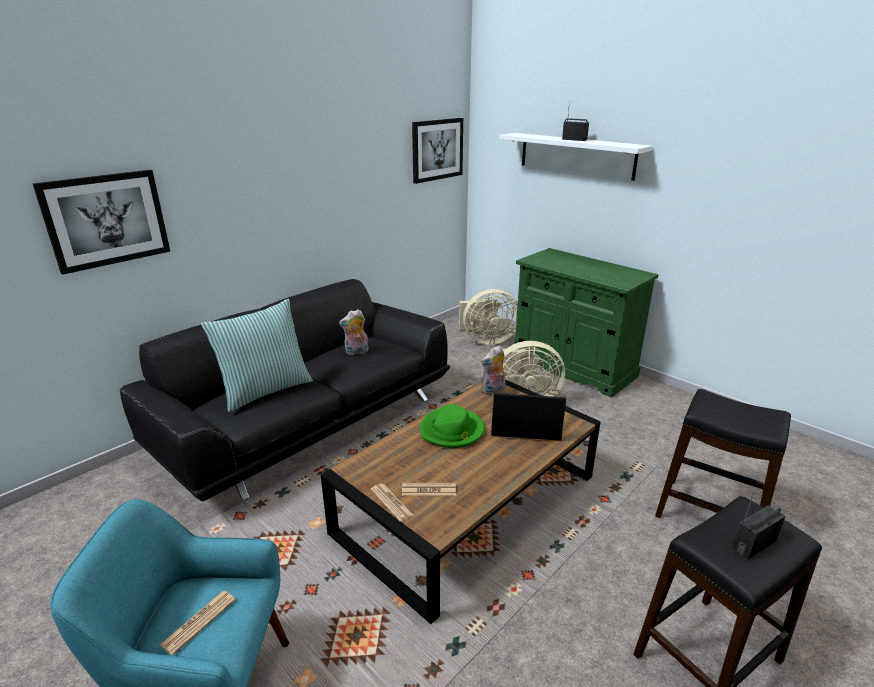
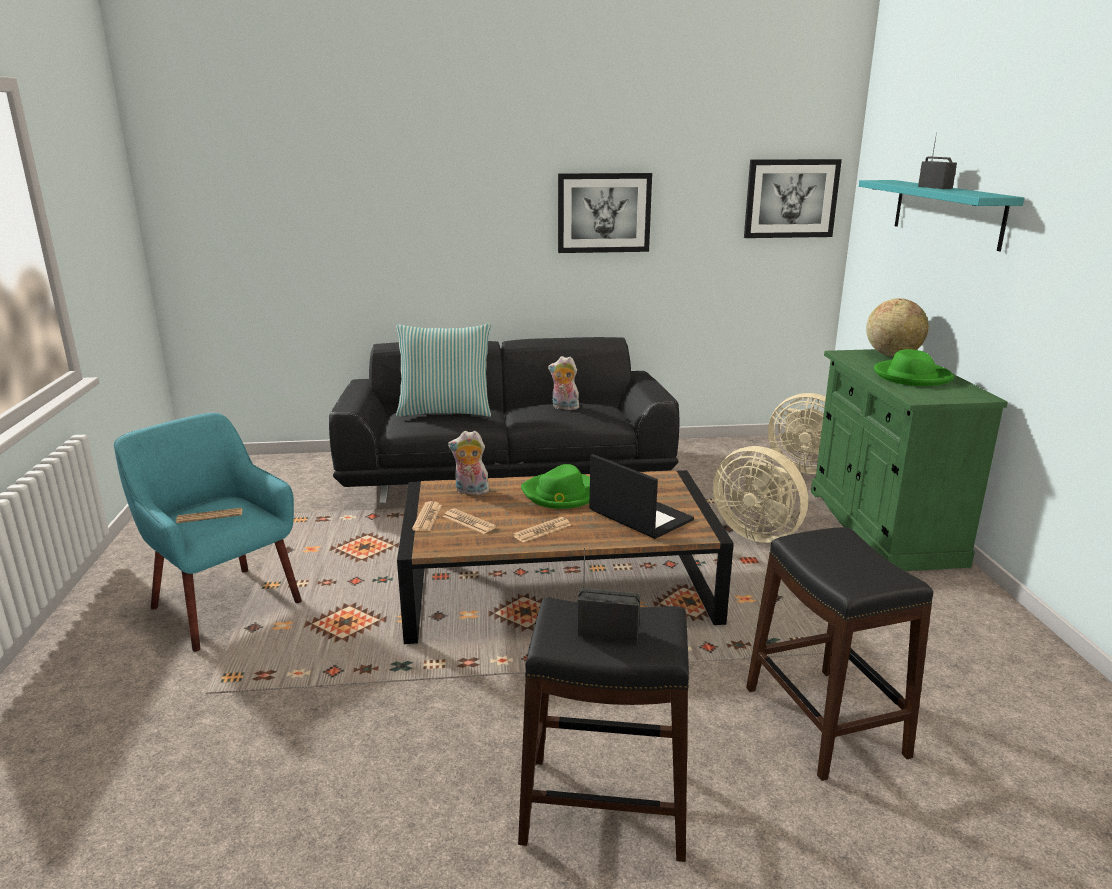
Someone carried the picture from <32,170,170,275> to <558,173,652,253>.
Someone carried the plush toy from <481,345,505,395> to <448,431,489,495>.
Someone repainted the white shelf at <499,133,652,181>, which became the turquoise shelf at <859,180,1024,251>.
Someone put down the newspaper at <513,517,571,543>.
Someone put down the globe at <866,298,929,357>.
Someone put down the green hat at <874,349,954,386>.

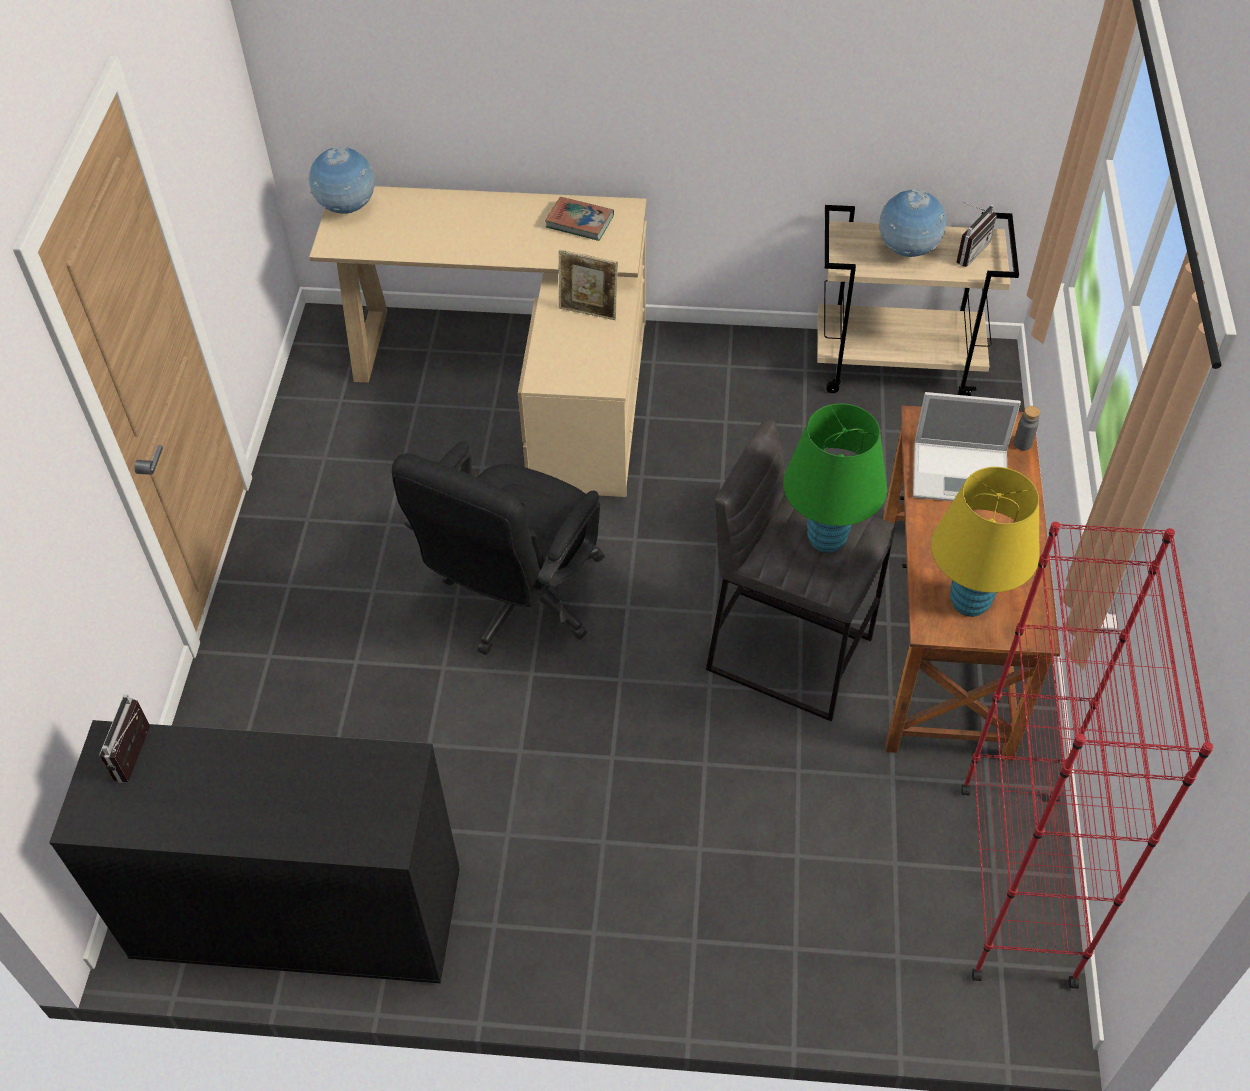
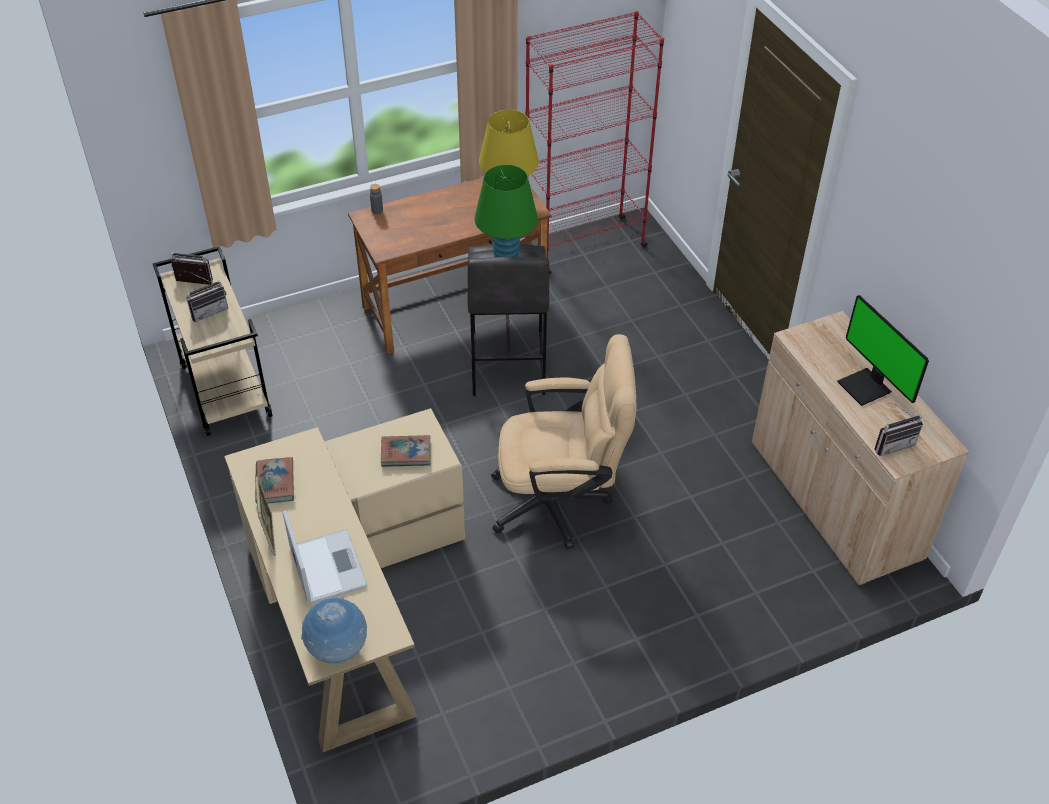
Someone repainted the black cabinet at <49,720,460,984>, which became the beige cabinet at <752,311,969,585>.
Someone repainted the black office chair at <392,441,605,655>, which became the beige office chair at <491,334,637,549>.
Someone carried the picture frame from <559,250,618,320> to <255,476,276,556>.
Someone swapped the globe at <879,189,946,257> for the radio at <186,273,228,322>.
Someone carried the laptop from <913,392,1021,501> to <282,510,367,604>.
Someone put down the book at <381,435,431,467>.
Someone put down the monitor at <838,295,929,406>.

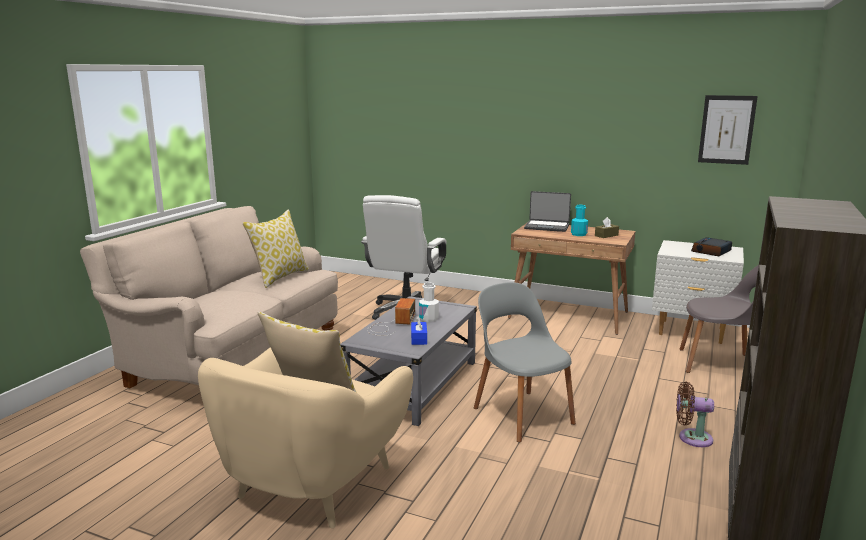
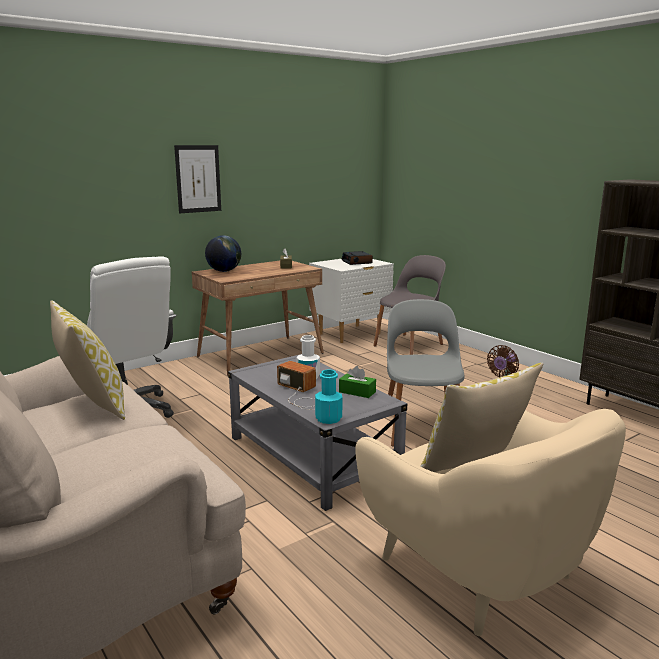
Someone repainted the blue tissue box at <411,316,427,345>, which became the green tissue box at <339,366,376,398>.
Someone rotated the grey chair at <474,282,576,443> by 90 degrees clockwise.
Someone swapped the laptop at <524,191,571,232> for the globe at <205,235,241,272>.
Someone carried the turquoise bottle from <571,205,588,236> to <315,369,342,424>.
Someone carried the picture from <698,95,758,165> to <174,145,221,213>.

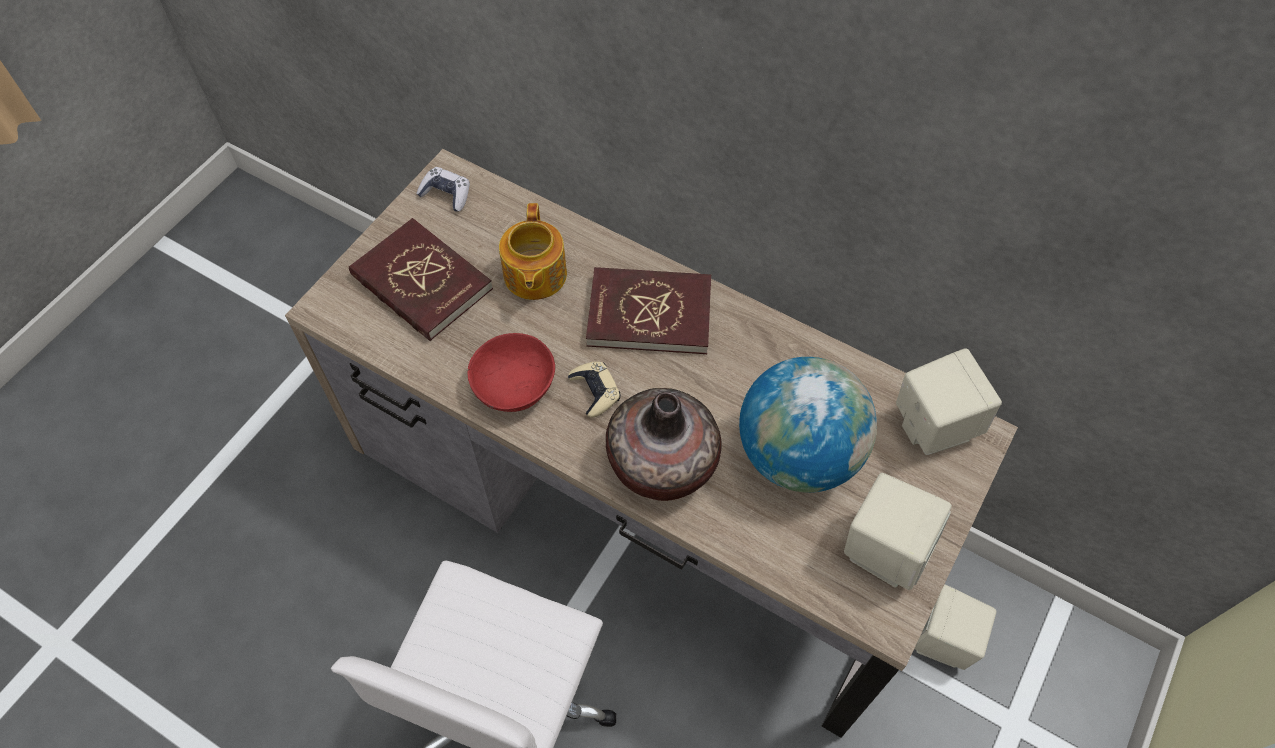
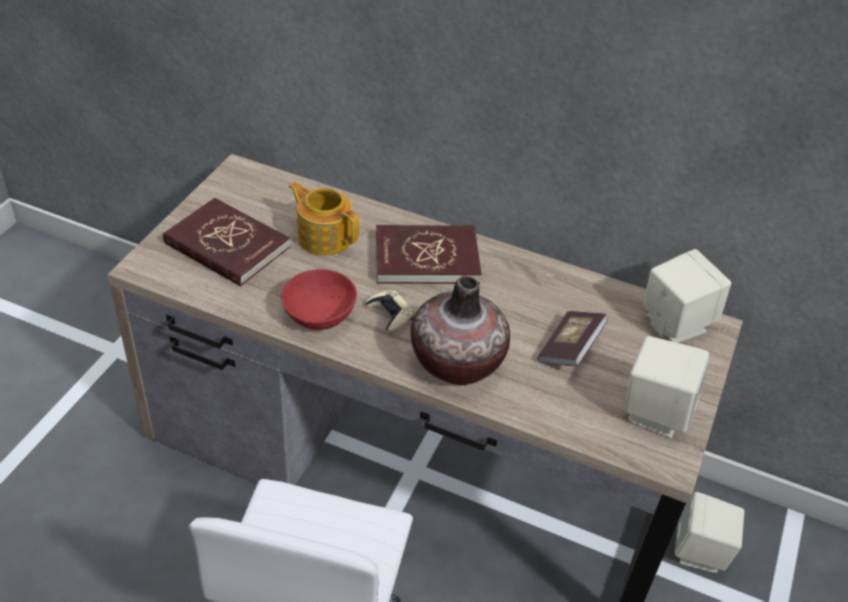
Someone took away the game controller at <416,167,470,212>.
Someone rotated the teapot at <499,203,567,300> by 135 degrees clockwise.
Someone swapped the globe at <739,357,877,493> for the book at <537,311,608,366>.

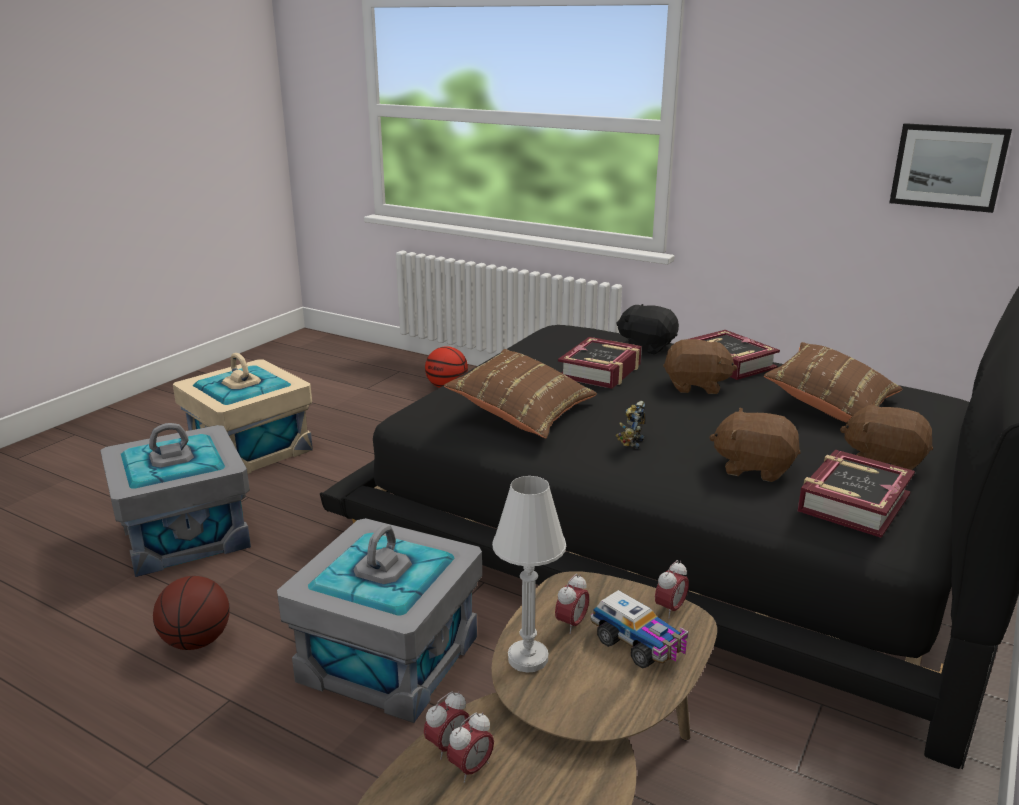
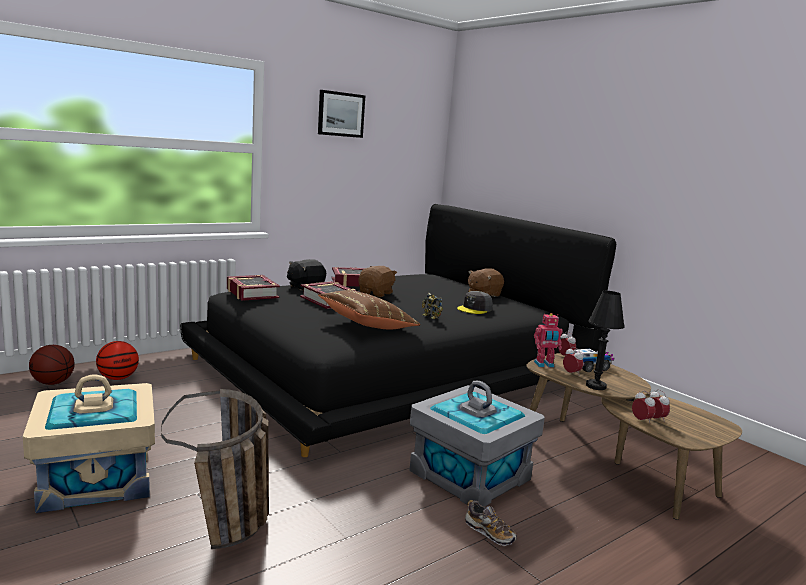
Someone swapped the grey storage box at <100,423,251,577> for the basket at <161,389,269,549>.
Someone carried the basketball from <153,576,230,650> to <29,345,75,385>.
Someone repainted the white table lamp at <492,476,566,673>, which became the black table lamp at <586,291,625,390>.
Someone swapped the brown plush toy at <709,407,801,482> for the grey cap at <457,291,493,314>.
Someone took away the brown pillow at <764,342,903,423>.
Someone carried the book from <798,450,915,538> to <227,275,280,301>.
Someone carried the picture from <889,123,1012,213> to <318,90,365,138>.
Someone put down the shoe at <465,500,517,546>.
Someone put down the toy robot at <534,313,563,368>.

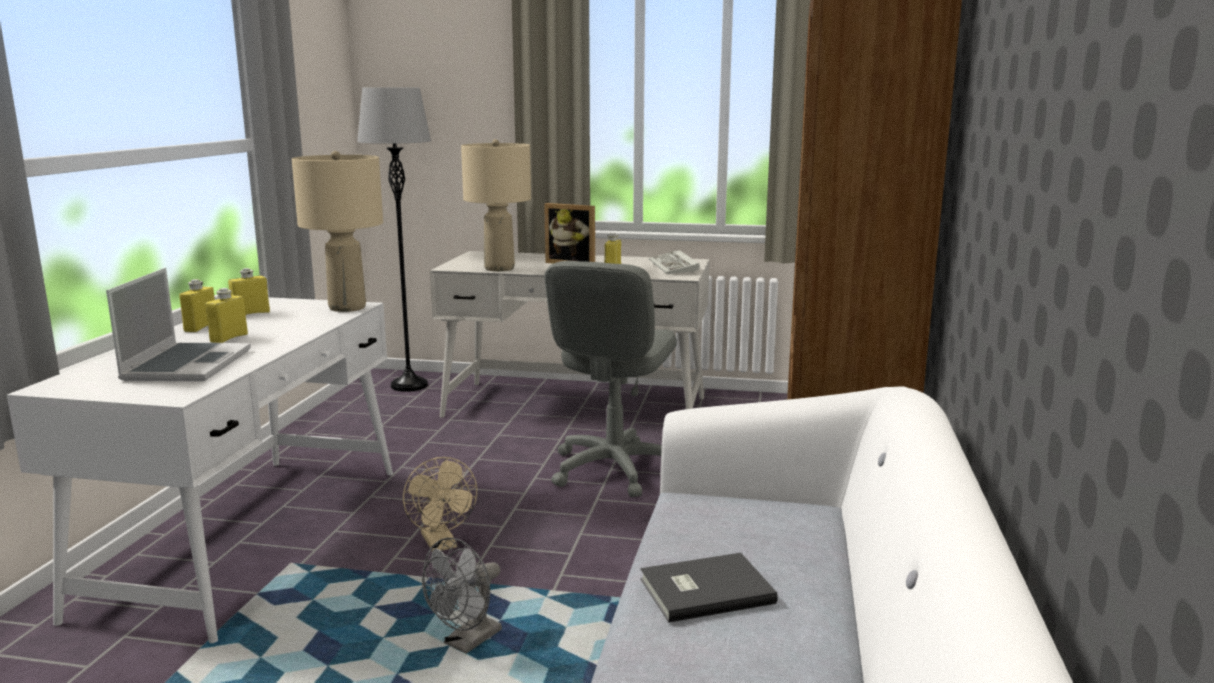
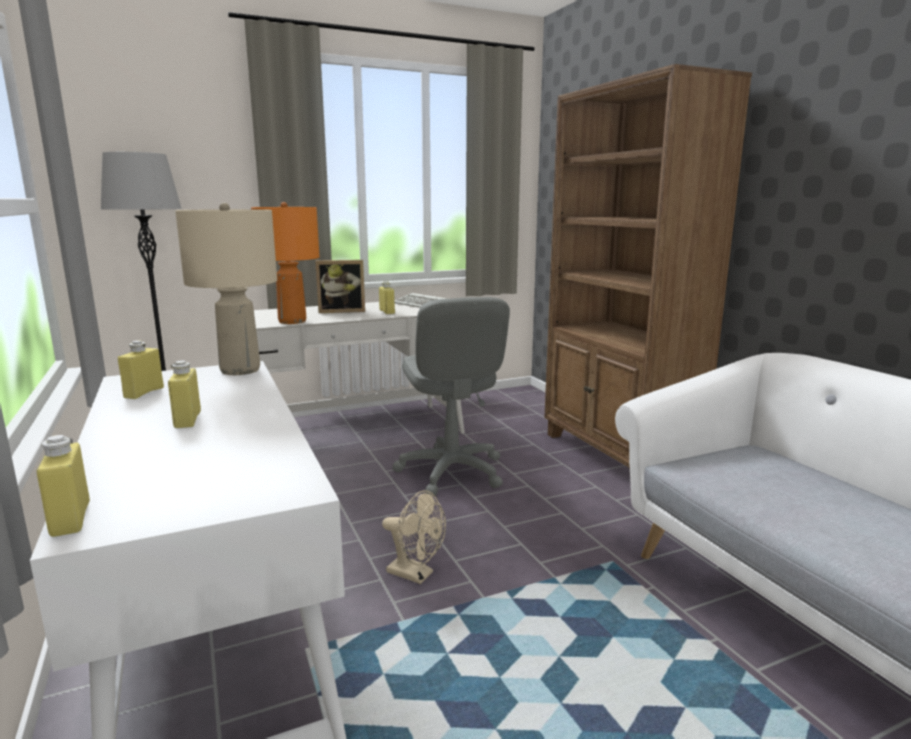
Someone took away the laptop at <106,268,251,381>.
Someone carried the yellow bottle from <179,279,215,332> to <37,435,90,537>.
Someone took away the grey fan at <422,538,502,654>.
Someone repainted the beige table lamp at <461,139,531,271>, which became the orange table lamp at <251,202,320,324>.
Someone took away the grey book at <640,553,778,623>.

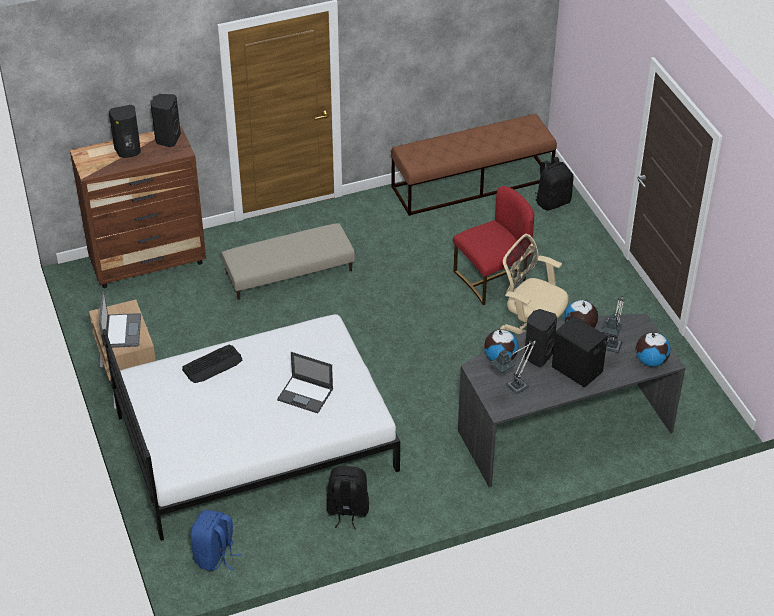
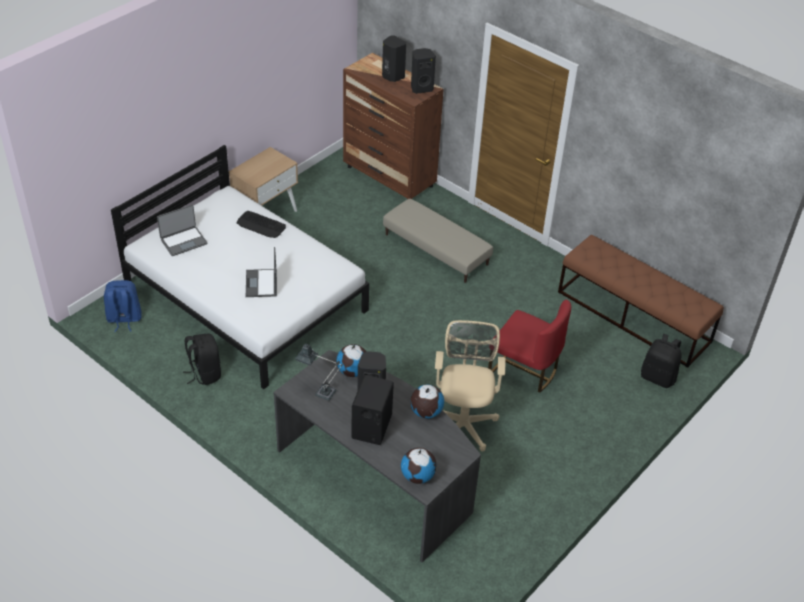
Someone carried the laptop from <99,291,141,348> to <157,204,208,256>.
Someone took away the table lamp at <601,296,624,353>.

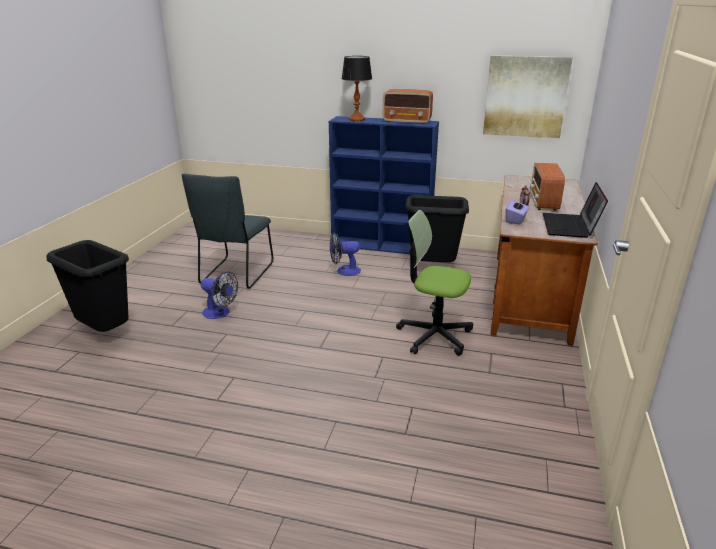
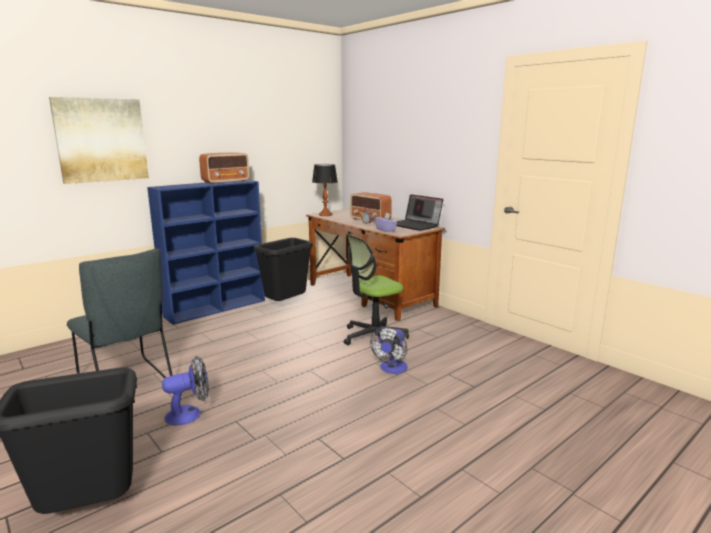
Someone carried the fan from <330,232,361,276> to <370,327,408,374>.
Someone carried the table lamp from <342,56,372,121> to <312,164,338,216>.
Someone carried the picture from <483,55,573,138> to <49,97,149,184>.

